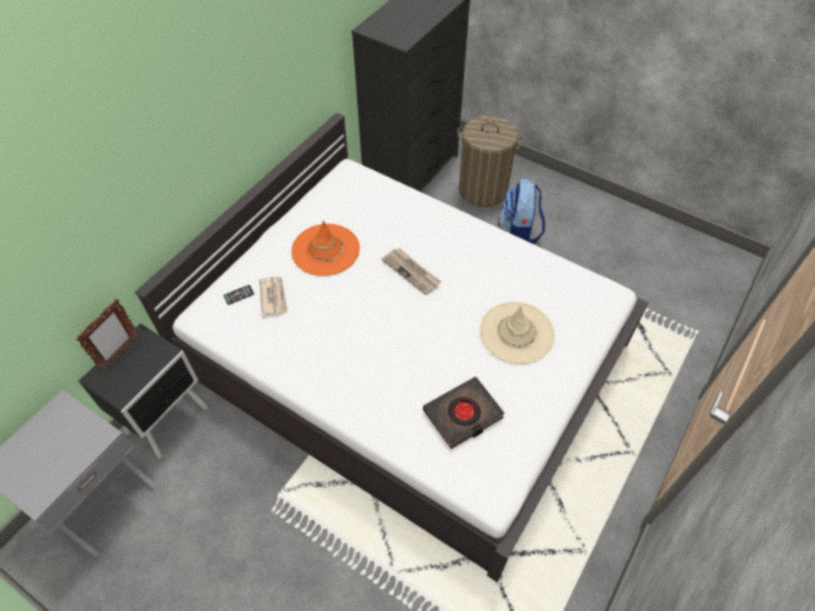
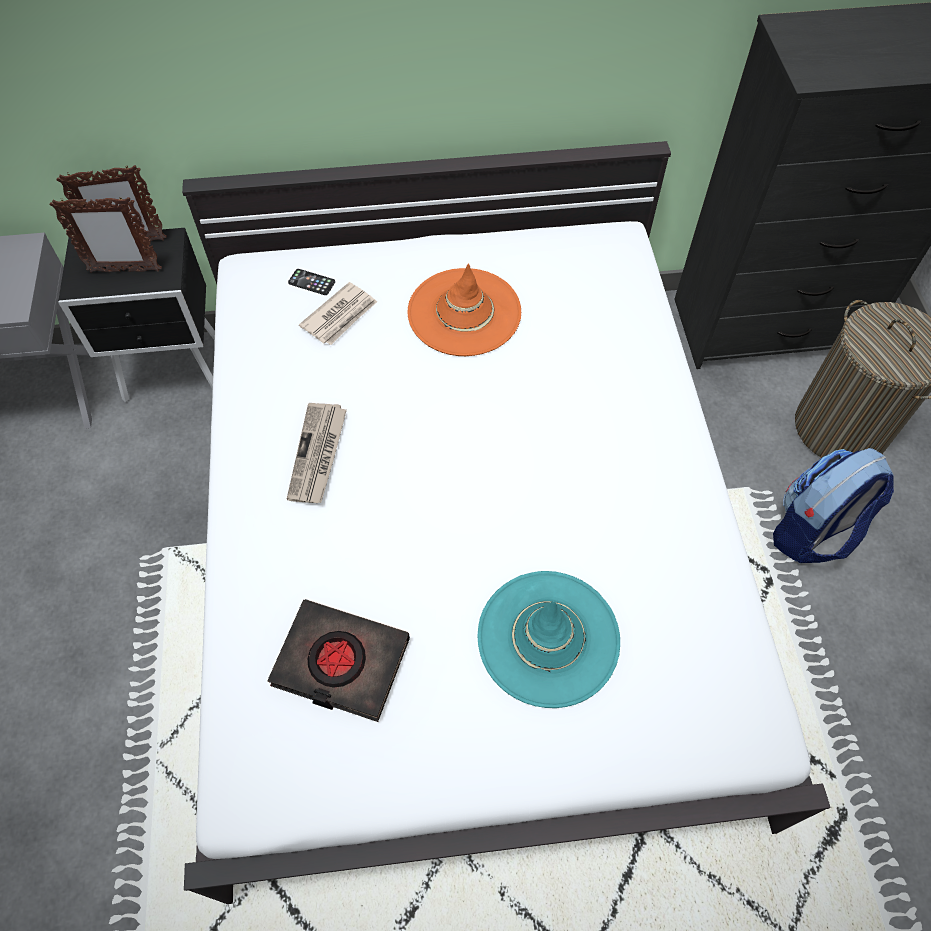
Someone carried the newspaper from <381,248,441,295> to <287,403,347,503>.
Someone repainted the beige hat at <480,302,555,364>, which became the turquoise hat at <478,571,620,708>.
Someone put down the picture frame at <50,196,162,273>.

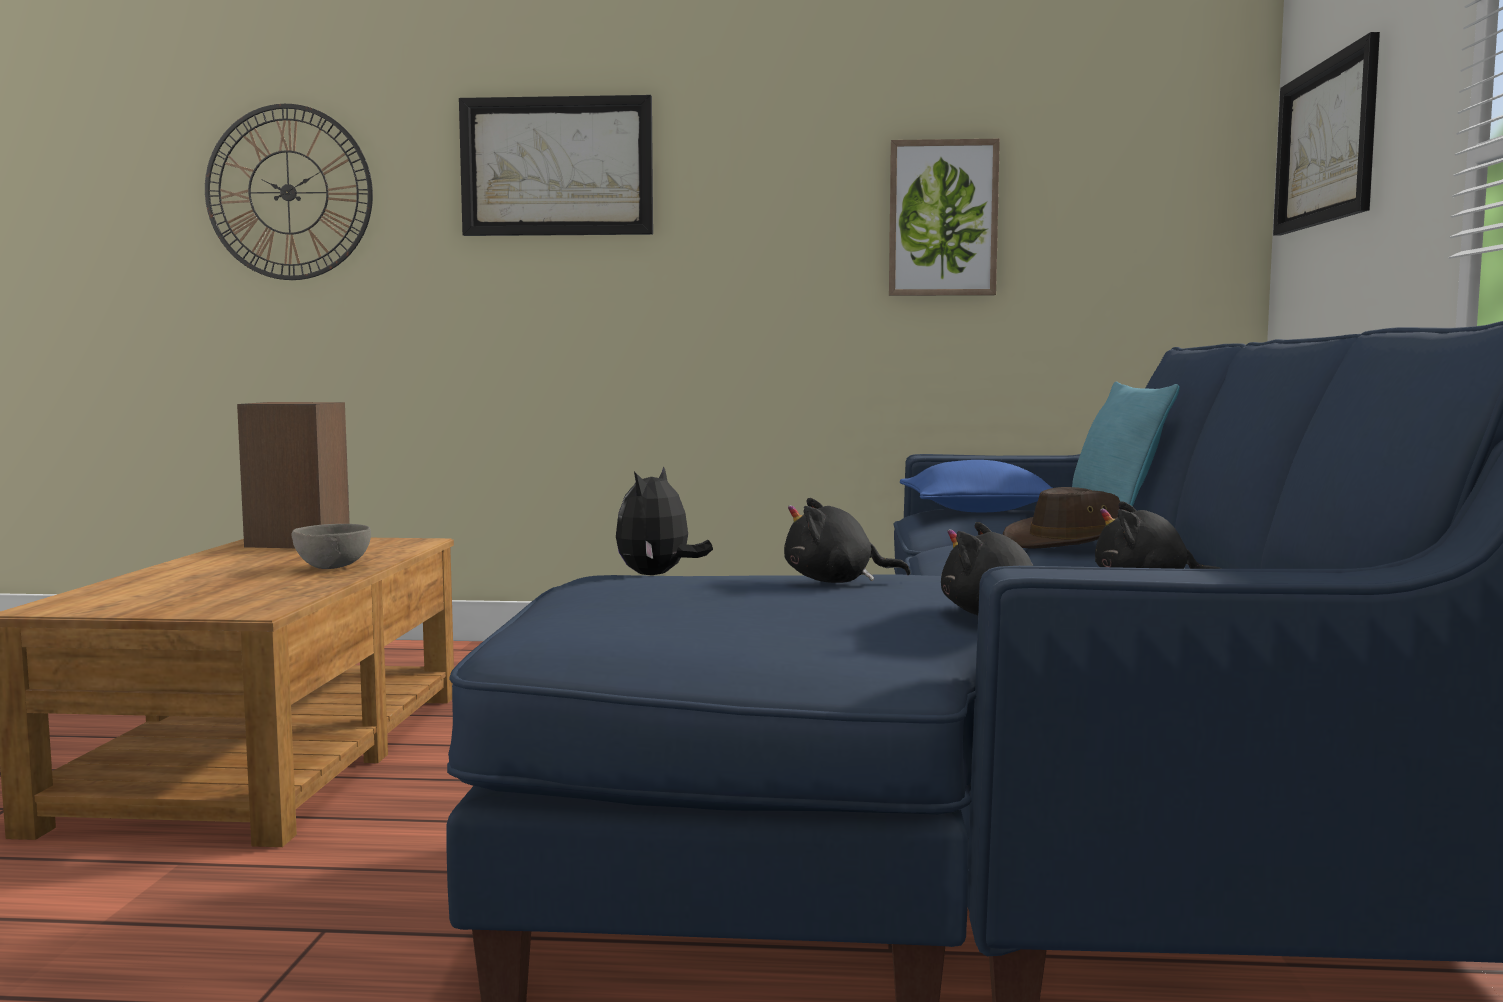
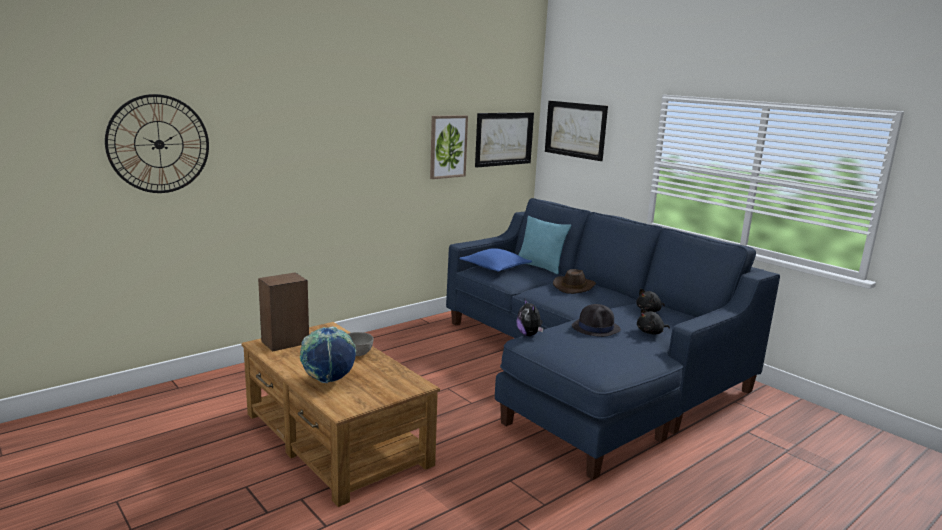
Someone carried the picture from <459,95,653,236> to <475,112,534,167>.
Someone swapped the black plush toy at <784,498,910,583> for the black hat at <572,304,621,337>.
Someone put down the globe at <300,326,356,383>.

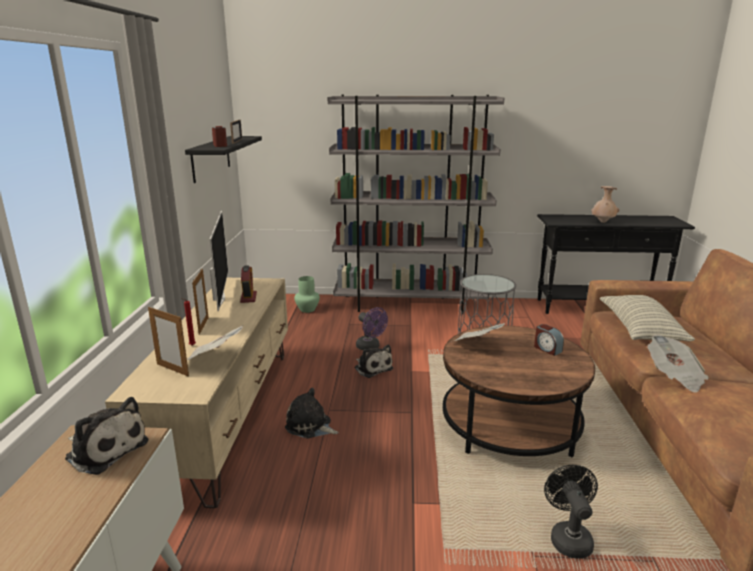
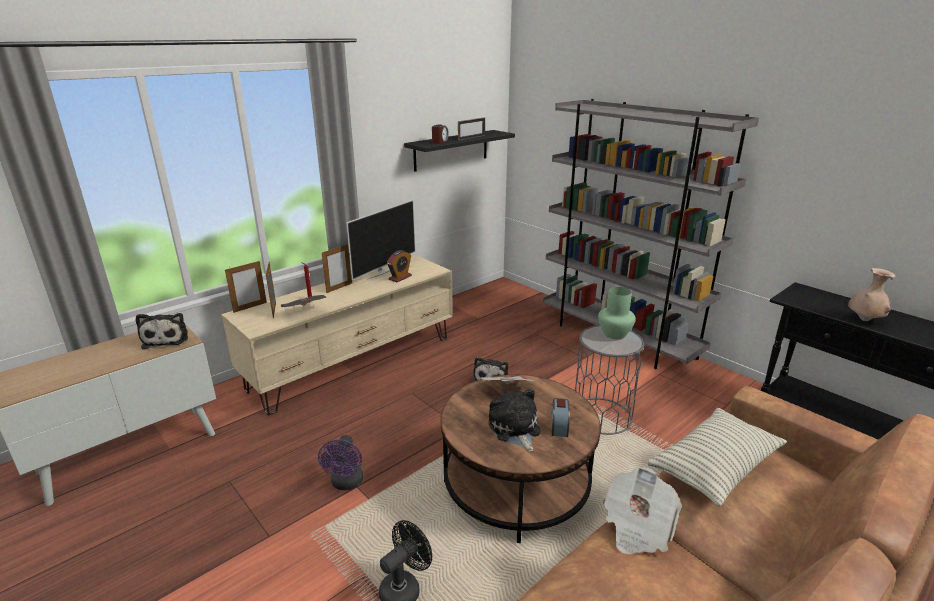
Someone carried the plush toy from <285,388,339,439> to <488,389,541,452>.
Someone carried the green vase from <294,276,320,313> to <598,287,636,339>.
Someone carried the purple fan from <356,307,388,350> to <318,435,363,490>.
Someone put down the picture frame at <225,261,267,313>.

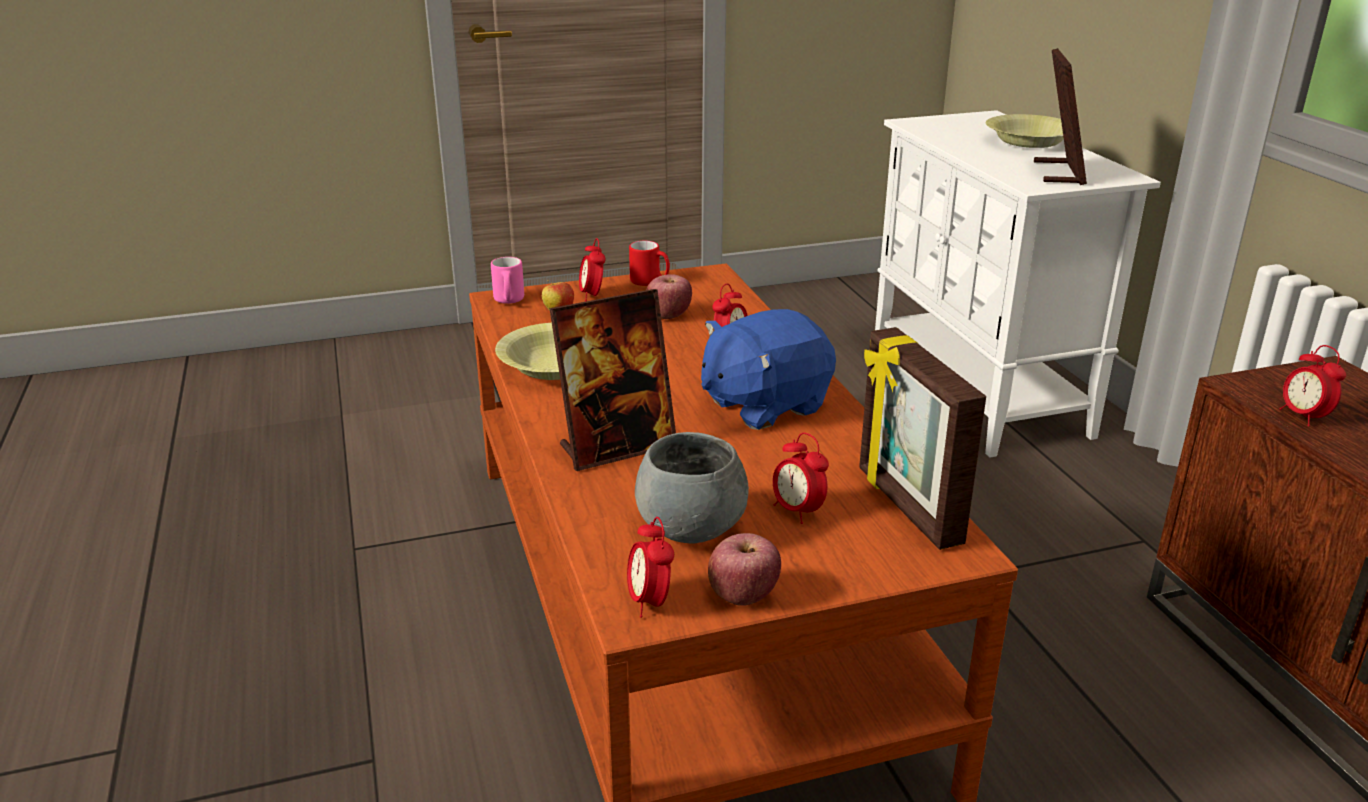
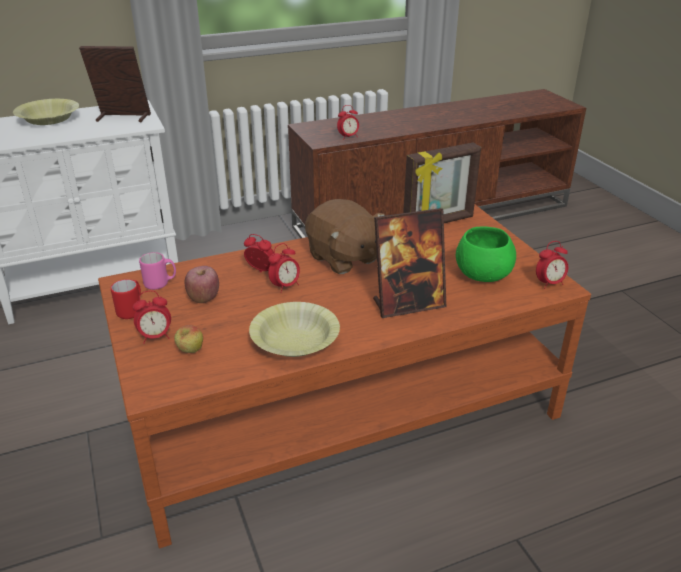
Someone carried the pink mug from <491,257,524,304> to <139,252,176,290>.
Someone rotated the picture frame at <549,289,676,471> by 105 degrees clockwise.
Someone repainted the grey bowl at <635,432,749,543>, which became the green bowl at <456,226,516,282>.
Someone repainted the blue plush toy at <701,309,836,430>, which became the brown plush toy at <305,199,385,274>.
Someone took away the apple at <708,533,781,606>.
Someone carried the alarm clock from <773,433,829,524> to <268,243,300,293>.

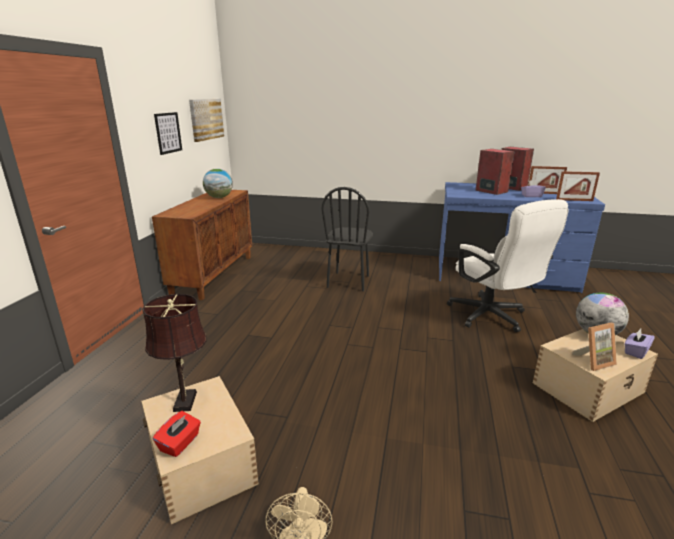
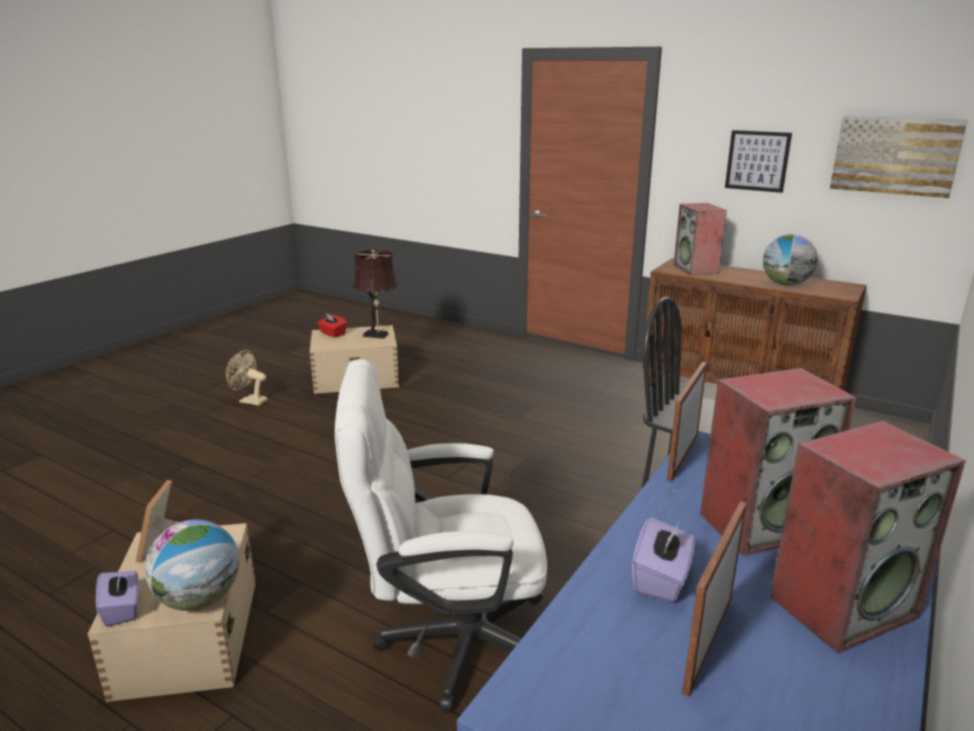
Someone carried the picture frame from <556,171,600,201> to <667,362,707,481>.
Someone put down the speaker at <674,203,727,276>.

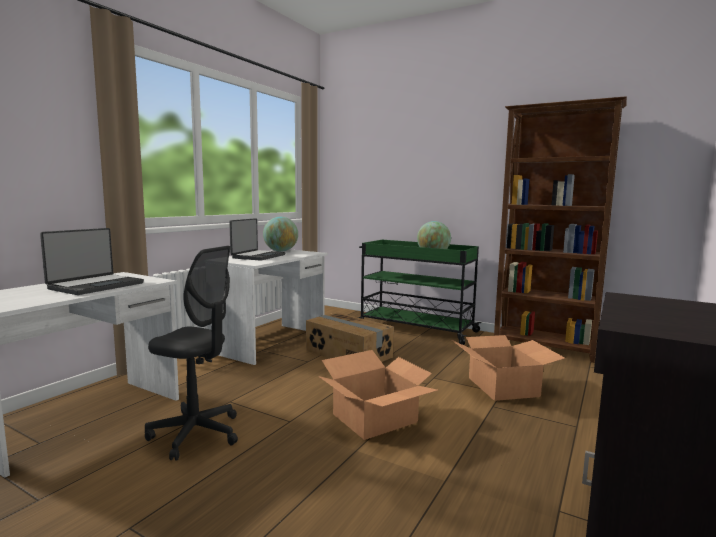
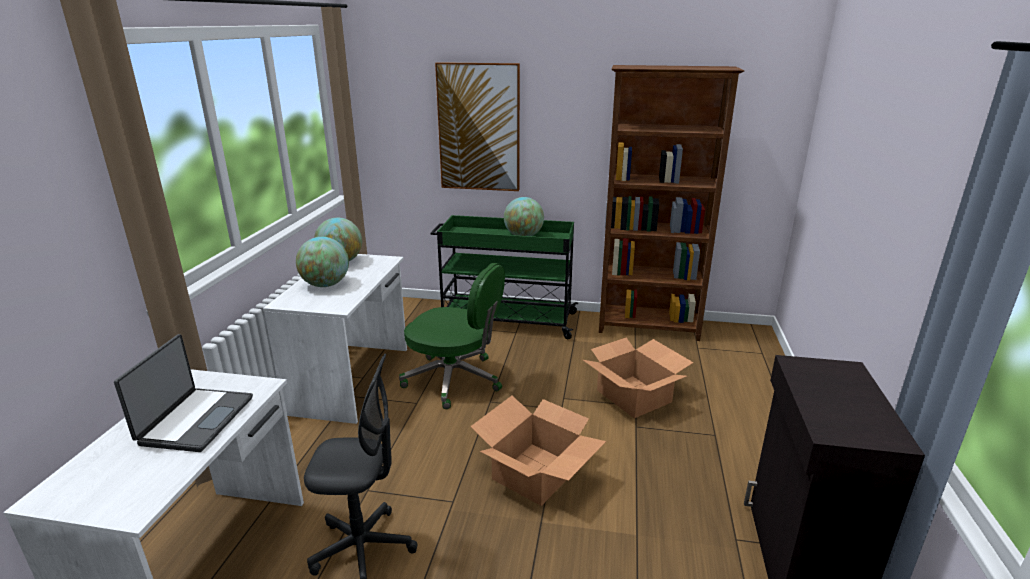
Someone swapped the laptop at <229,218,285,261> for the globe at <296,237,349,287>.
Someone swapped the cardboard box at <306,312,394,362> for the green office chair at <399,263,505,409>.
Someone put up the picture at <435,62,520,191>.

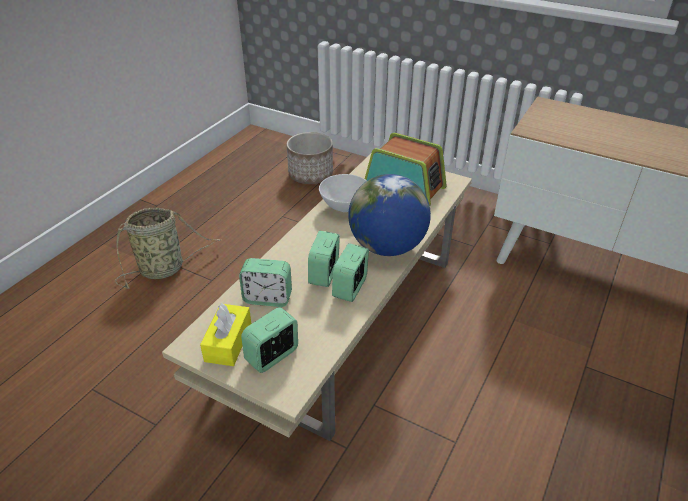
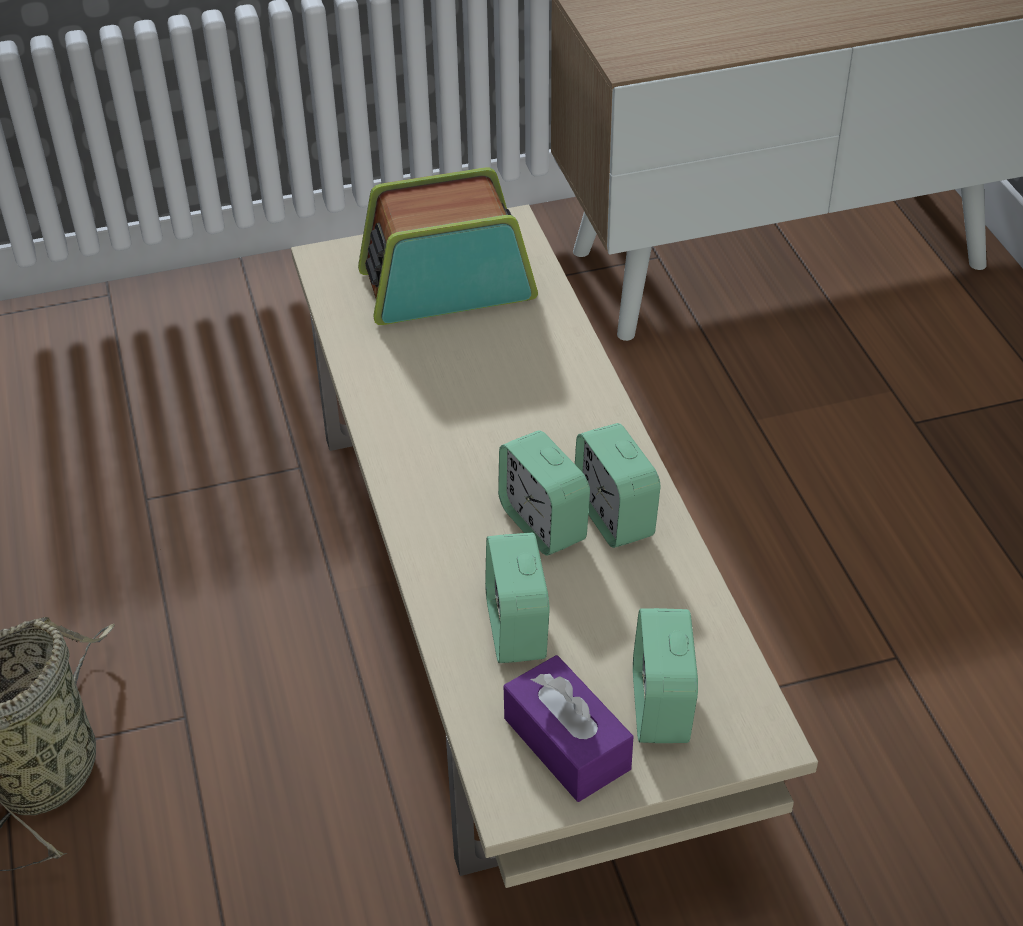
Someone repainted the yellow tissue box at <200,303,252,366>, which became the purple tissue box at <504,655,634,802>.
Someone rotated the alarm clock at <239,258,292,307> by 120 degrees clockwise.
Someone took away the planter at <287,132,333,184>.
Someone took away the white bowl at <319,174,367,212>.
Someone took away the globe at <348,174,431,256>.

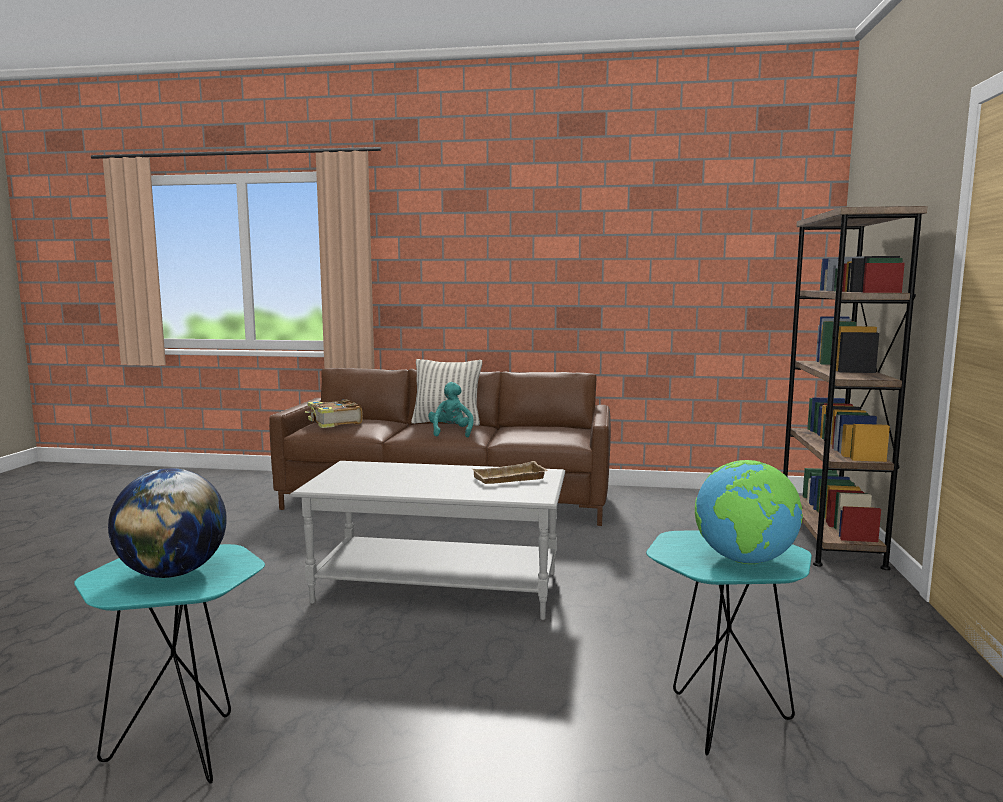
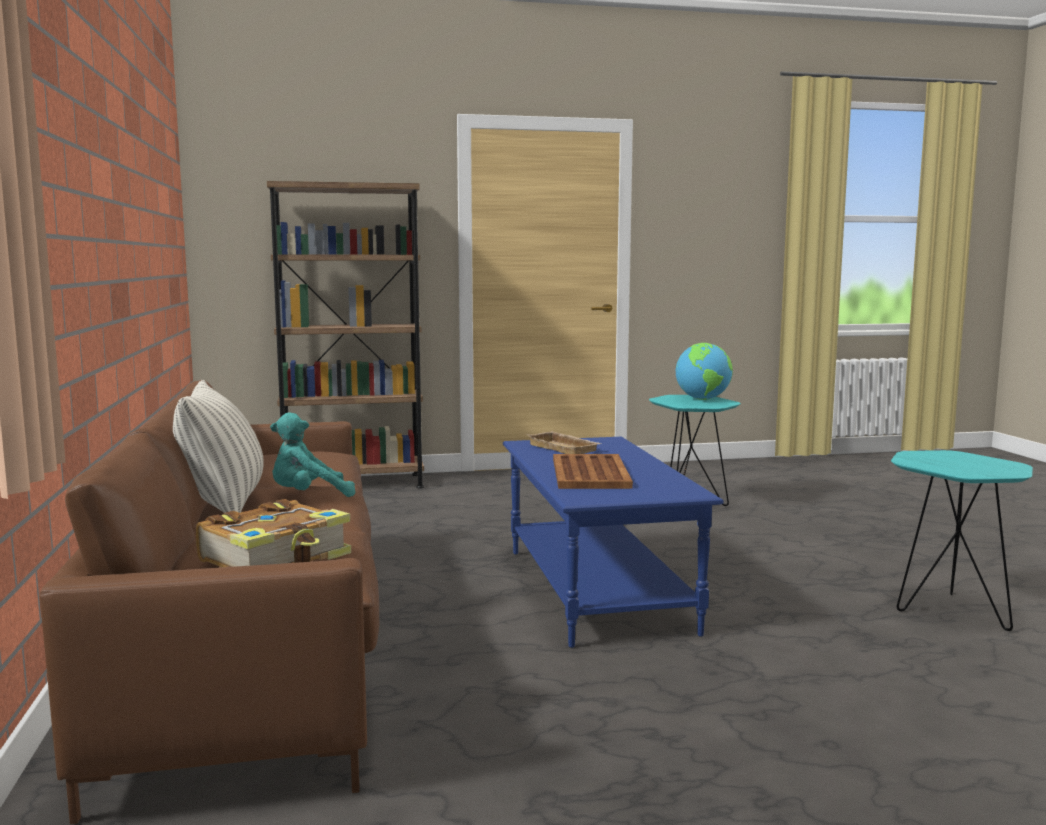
Someone took away the globe at <108,468,227,578>.
Someone repainted the grey coffee table at <290,461,565,620>, which became the blue coffee table at <503,437,724,648>.
Someone put down the brown tray at <553,454,633,489>.

